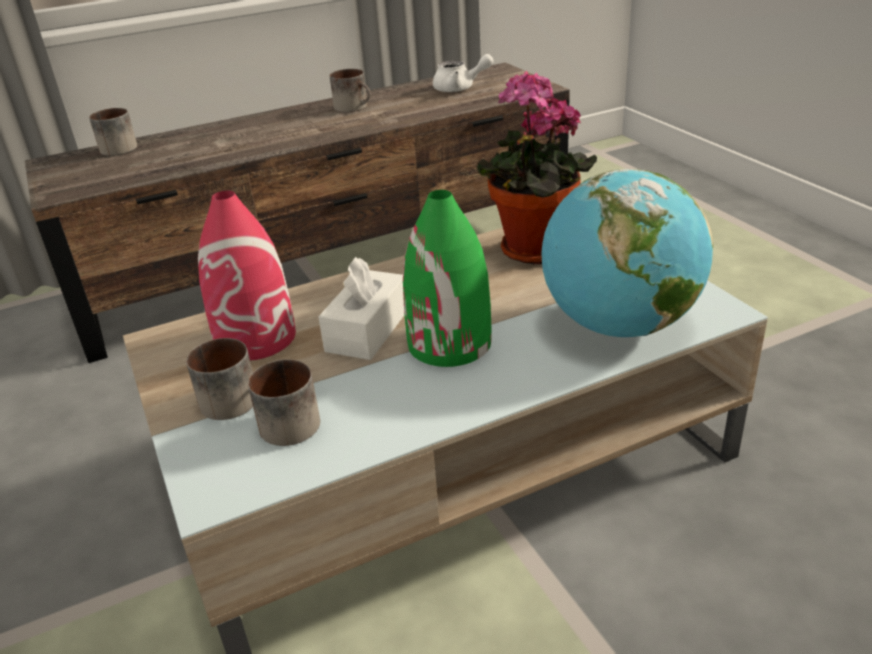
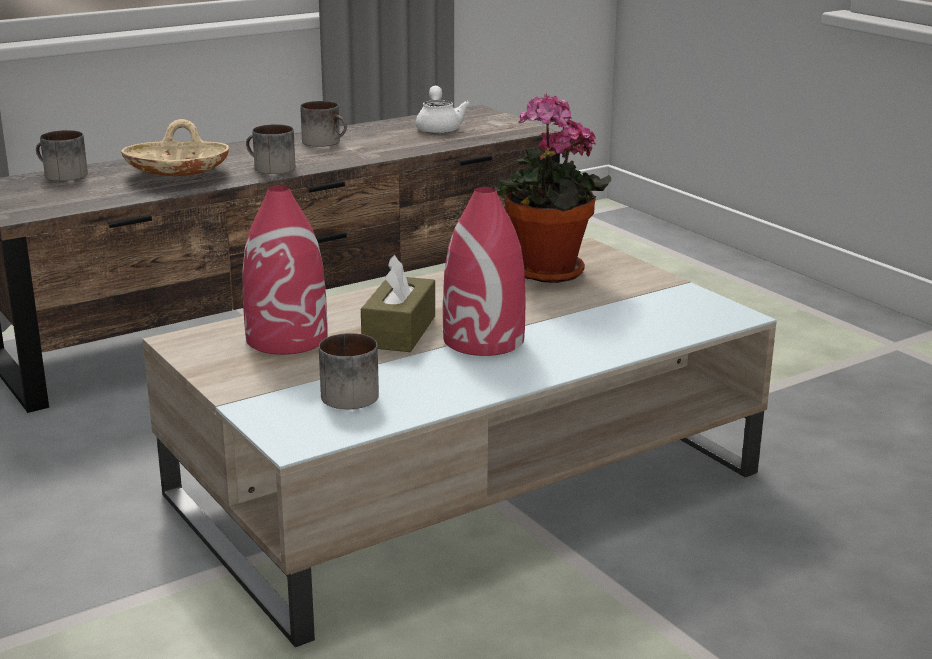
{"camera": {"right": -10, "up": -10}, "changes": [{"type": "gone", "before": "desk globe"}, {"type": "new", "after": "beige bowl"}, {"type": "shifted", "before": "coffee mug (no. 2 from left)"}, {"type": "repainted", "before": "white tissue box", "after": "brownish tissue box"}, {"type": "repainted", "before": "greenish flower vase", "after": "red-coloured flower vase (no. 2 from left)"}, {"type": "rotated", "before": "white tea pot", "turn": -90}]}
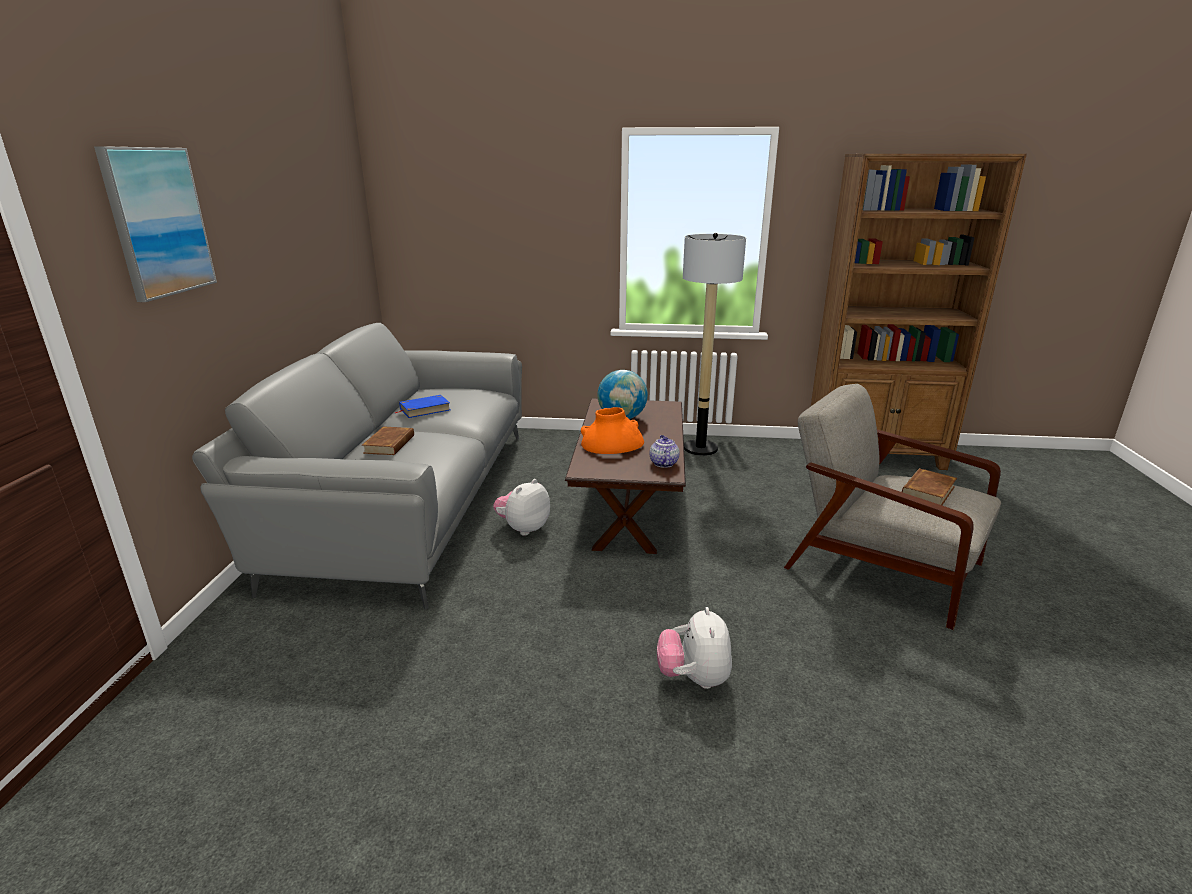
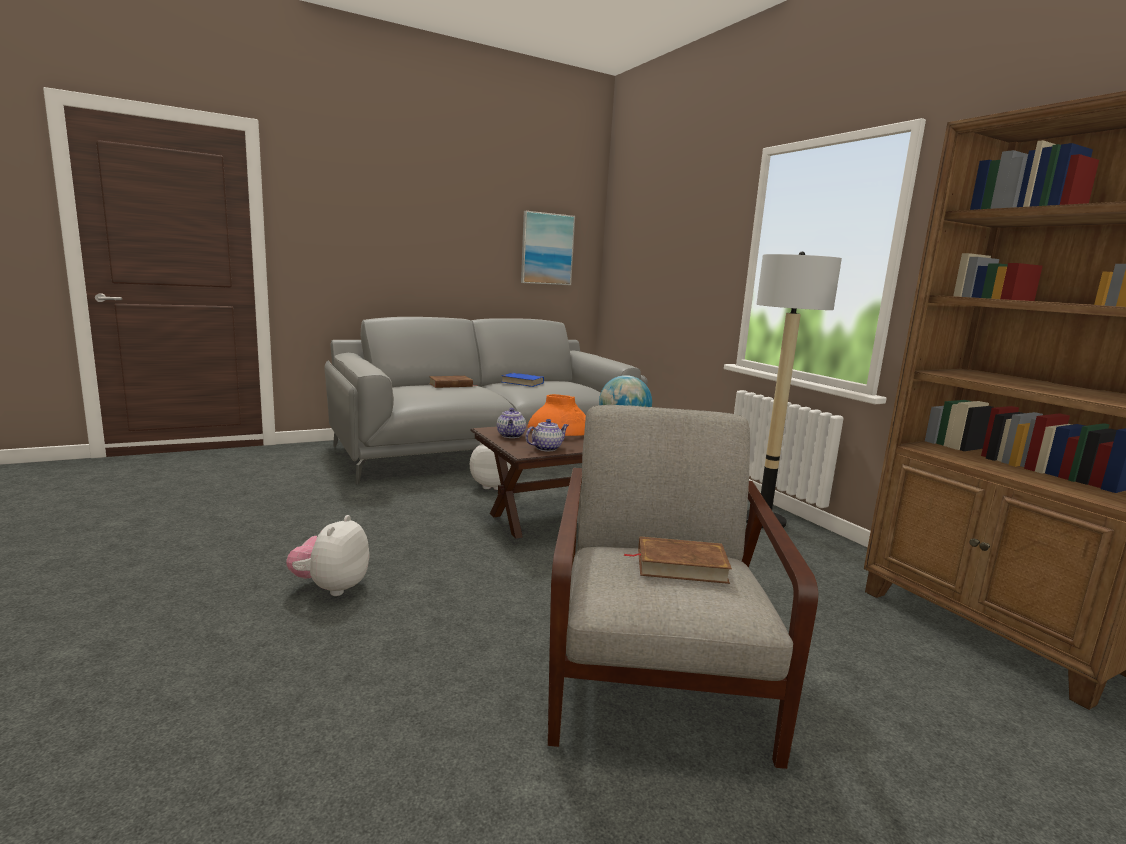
{"camera": {"right": 55, "up": -10}, "changes": [{"type": "new", "after": "tea pot (no. 1 from left)"}, {"type": "shifted", "before": "picture"}, {"type": "rotated", "before": "cuddly toy (no. 2 from left in the first image)", "turn": -45}]}
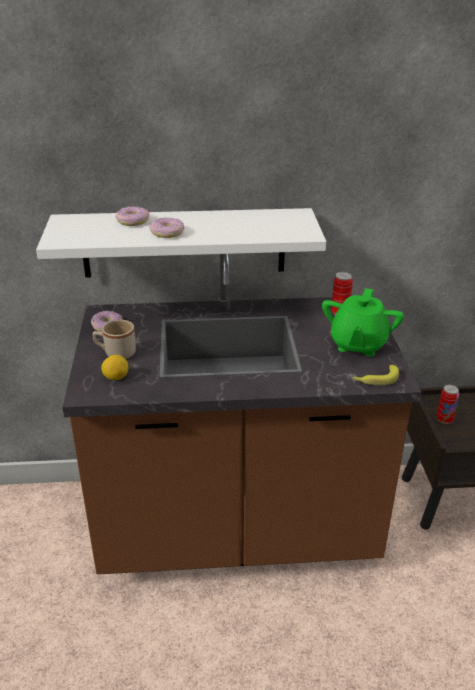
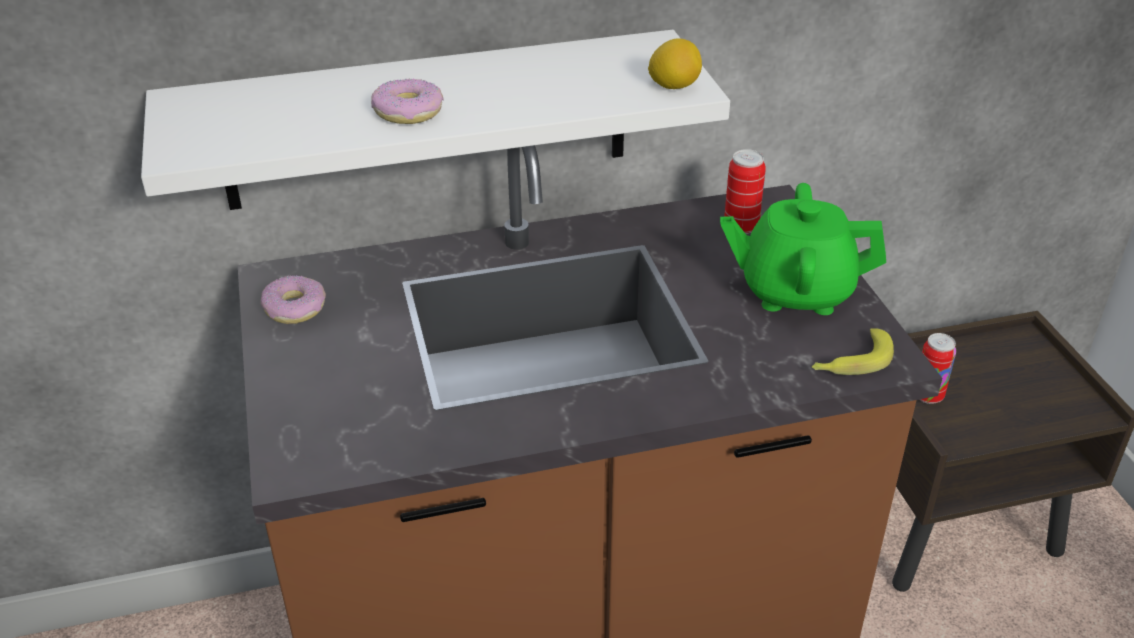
{"camera": {"right": -10, "up": 5}, "changes": [{"type": "gone", "before": "beige coffee mug"}, {"type": "gone", "before": "donut (no. 2 from left)"}, {"type": "shifted", "before": "lemon"}, {"type": "rotated", "before": "greenish tea pot", "turn": 90}]}
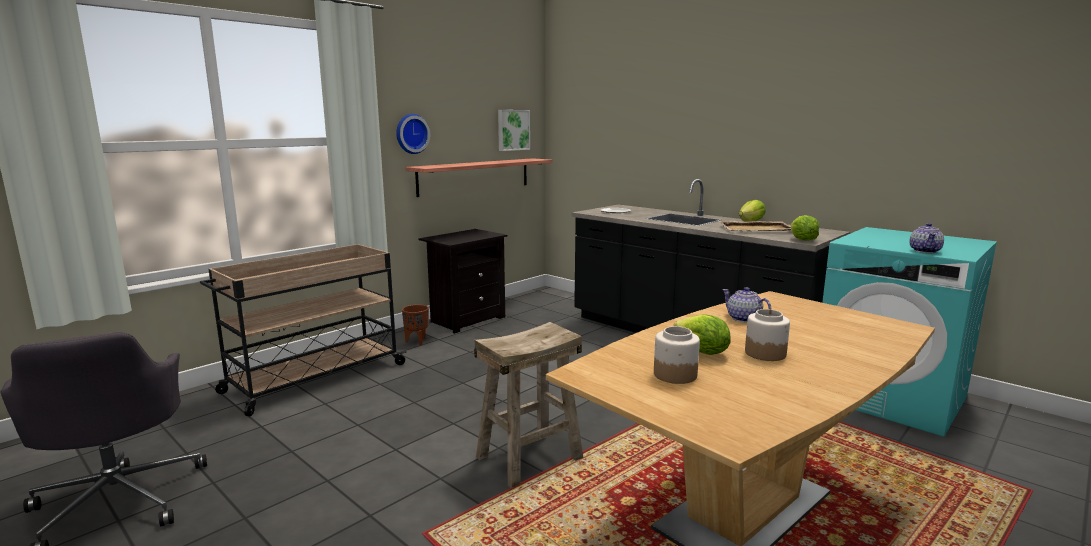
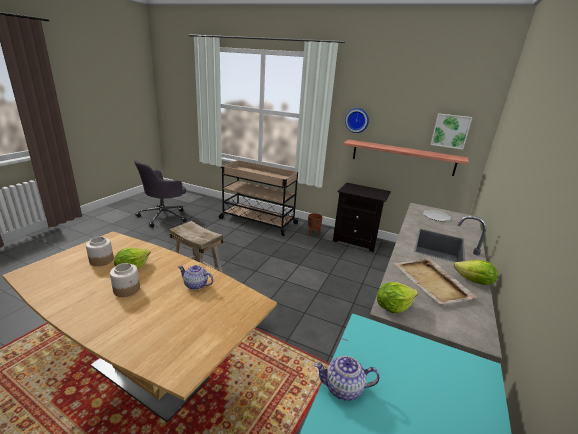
{"camera": {"right": 70, "up": 10}, "changes": [{"type": "rotated", "before": "tea pot (no. 1 from left)", "turn": -105}]}
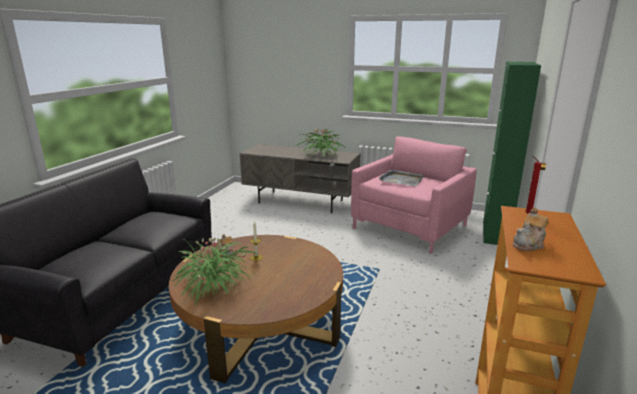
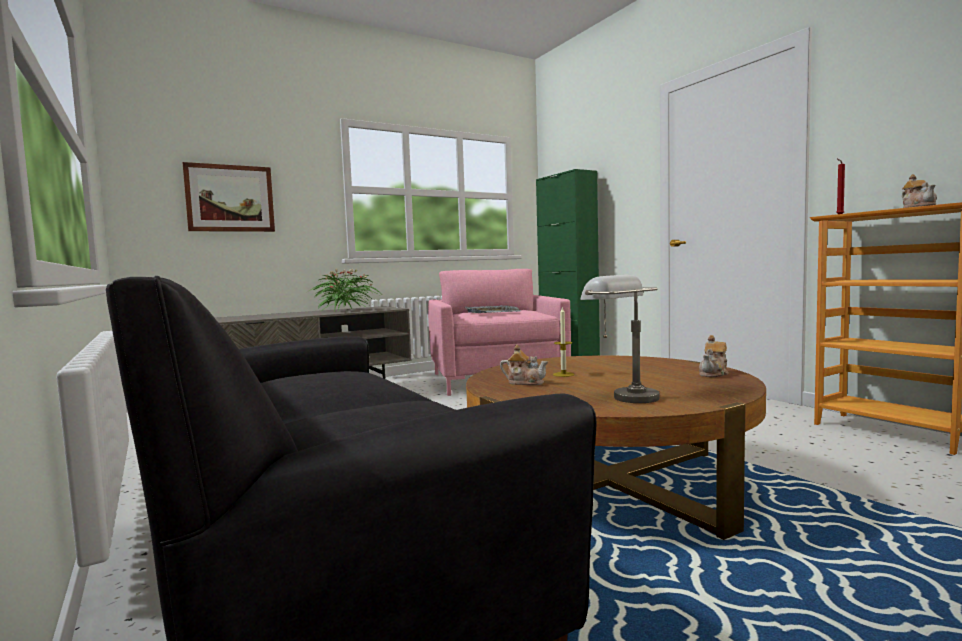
{"camera": {"right": -50, "up": -15}, "changes": [{"type": "new", "after": "picture"}, {"type": "new", "after": "tea pot (no. 2 from left)"}, {"type": "swapped", "before": "plant in a pot (no. 1 from left)", "after": "greyish tabletop lamp"}]}
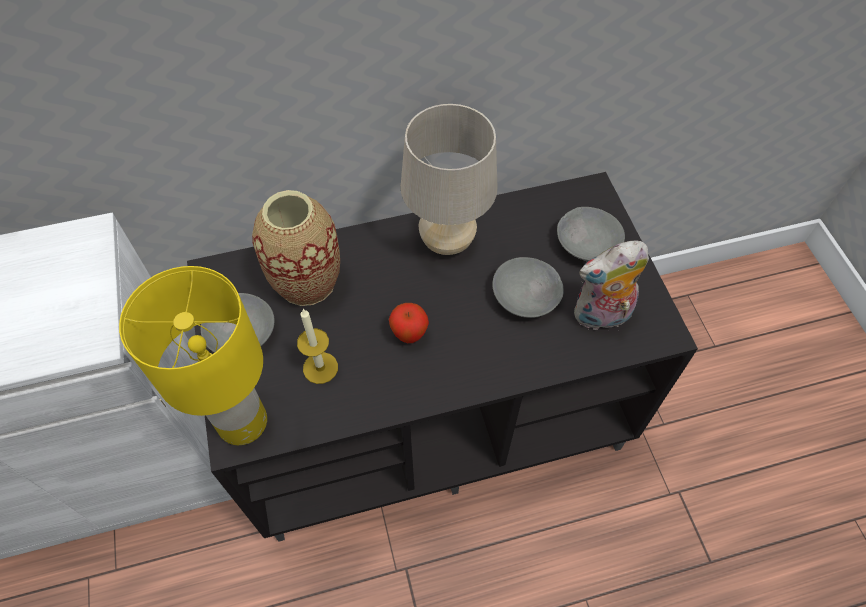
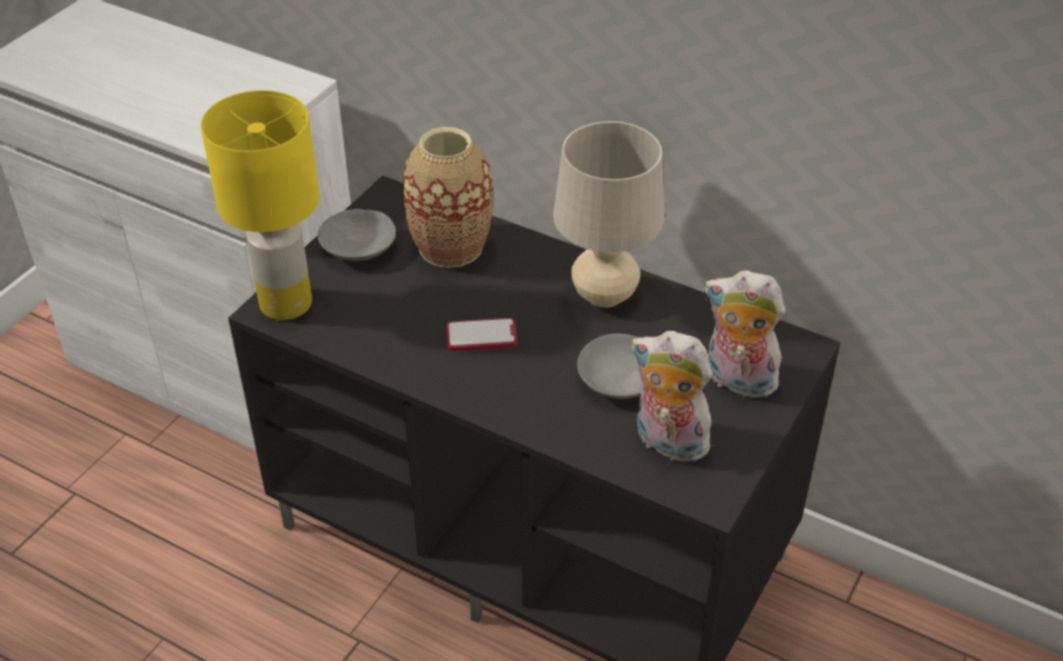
{"camera": {"right": 45, "up": -15}, "changes": [{"type": "gone", "before": "candle"}, {"type": "swapped", "before": "whole apple", "after": "handset"}, {"type": "swapped", "before": "greyish bowl (no. 3 from left)", "after": "cuddly toy (no. 2 from left)"}]}
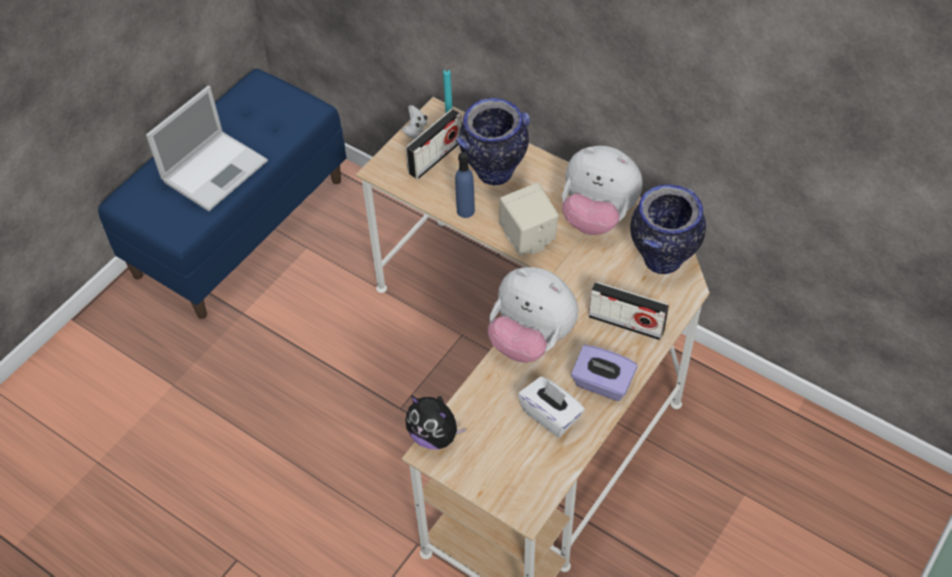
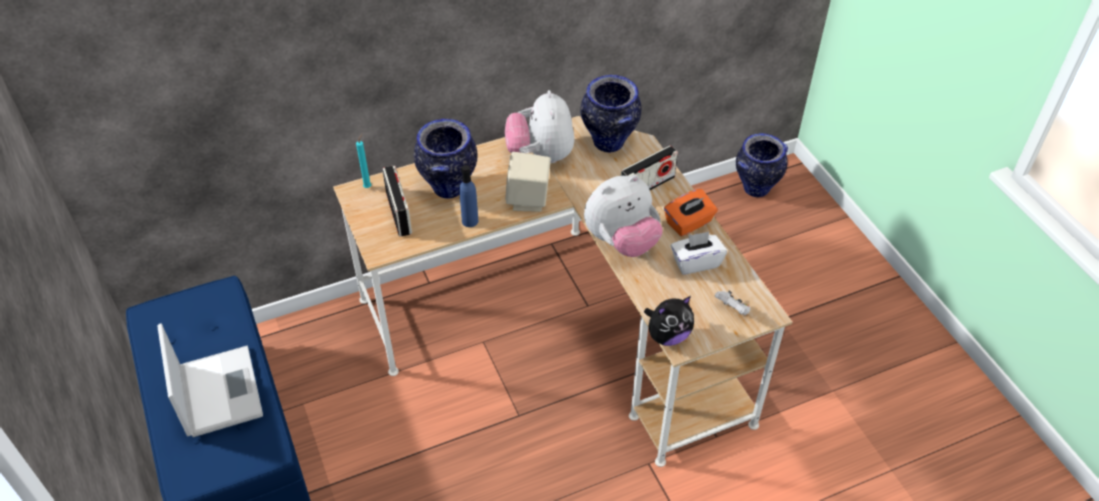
{"camera": {"right": -60, "up": -5}, "changes": [{"type": "new", "after": "flower vase (no. 3 from left)"}, {"type": "shifted", "before": "white joypad"}, {"type": "repainted", "before": "purple-coloured tissue box", "after": "orange tissue box"}, {"type": "rotated", "before": "cuddly toy (no. 3 from left in the first image)", "turn": 120}]}
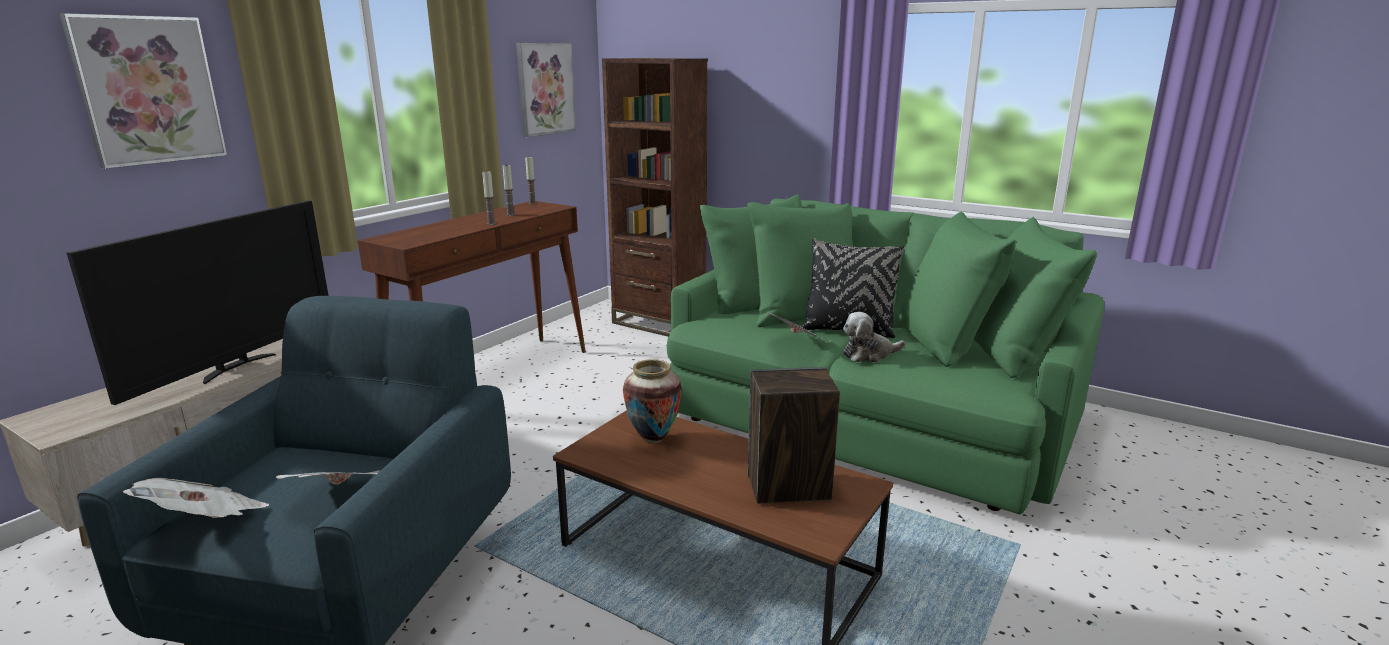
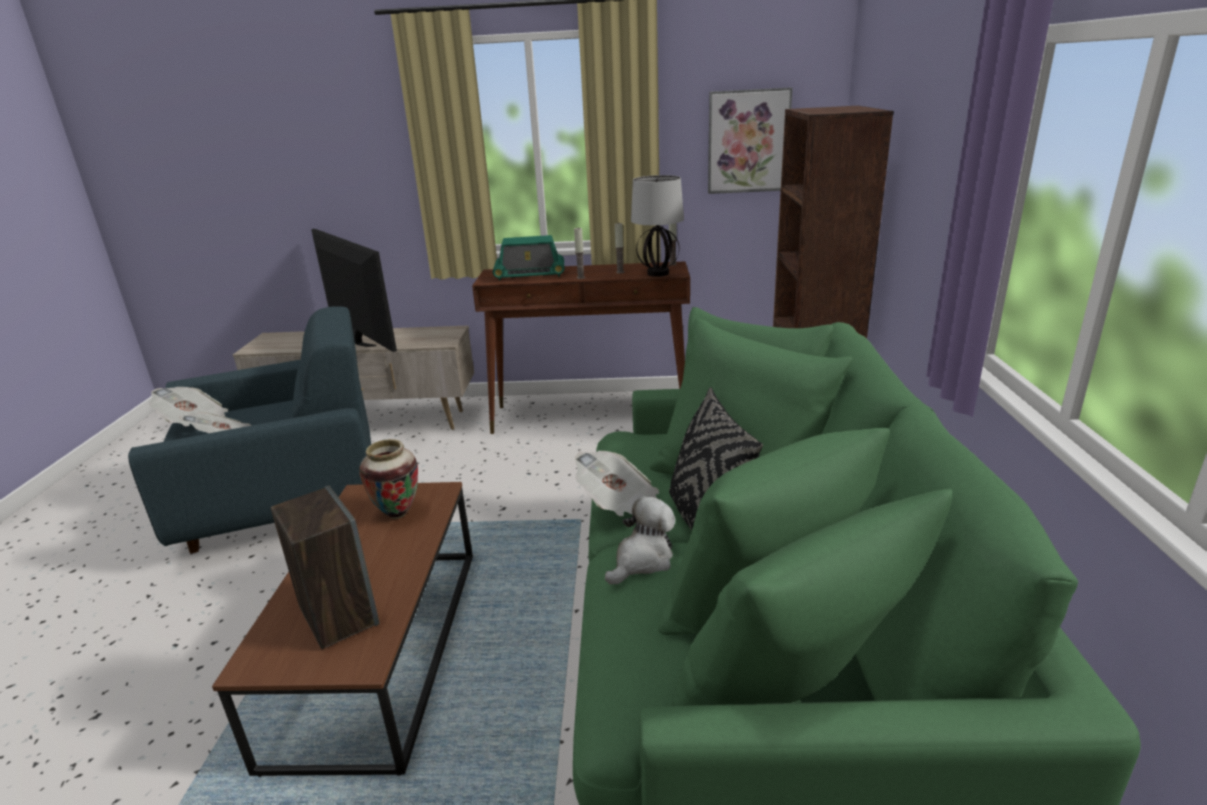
{"camera": {"right": 60, "up": 5}, "changes": [{"type": "gone", "before": "picture (no. 1 from left)"}, {"type": "new", "after": "radio receiver"}, {"type": "new", "after": "tabletop lamp"}, {"type": "rotated", "before": "TV", "turn": -120}, {"type": "rotated", "before": "cuddly toy", "turn": 90}]}
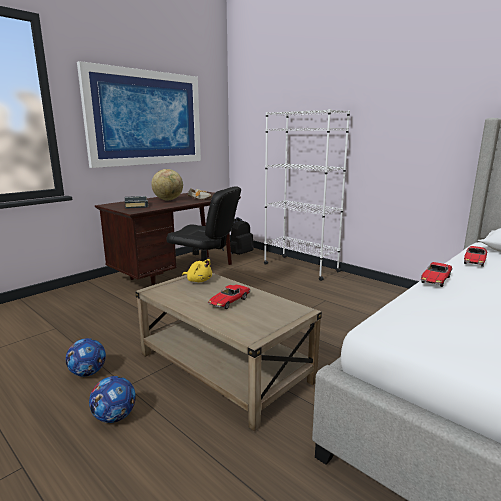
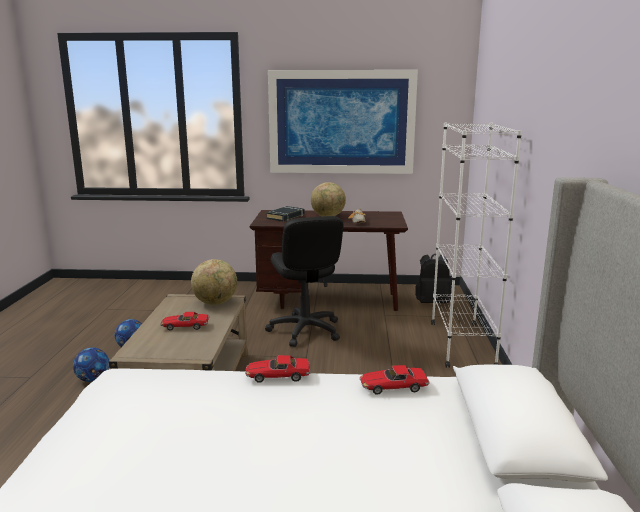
{"camera": {"right": 50, "up": 0}, "changes": [{"type": "swapped", "before": "yellowish cuddly toy", "after": "desk globe (no. 1 from left)"}]}
